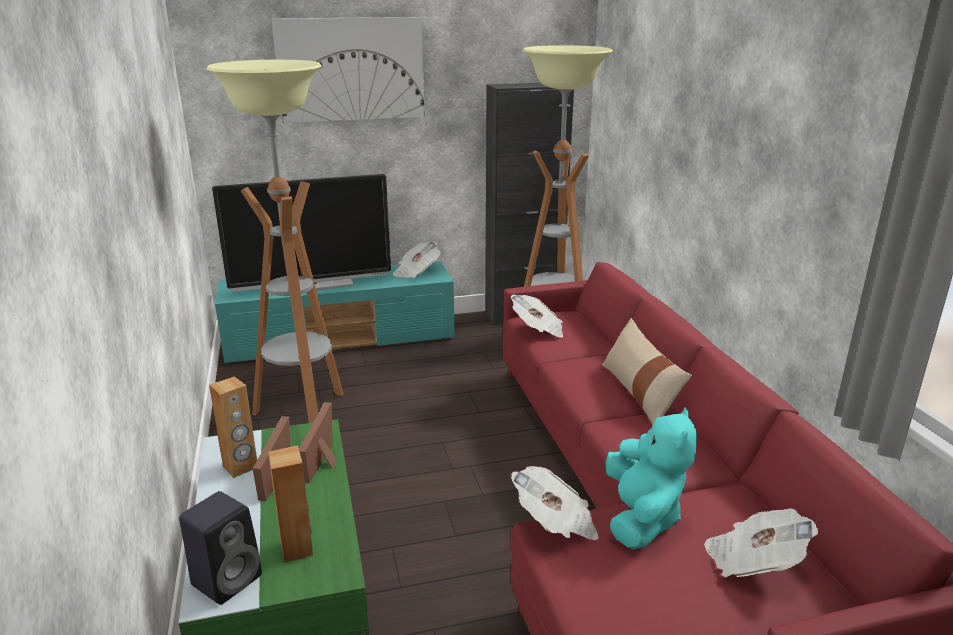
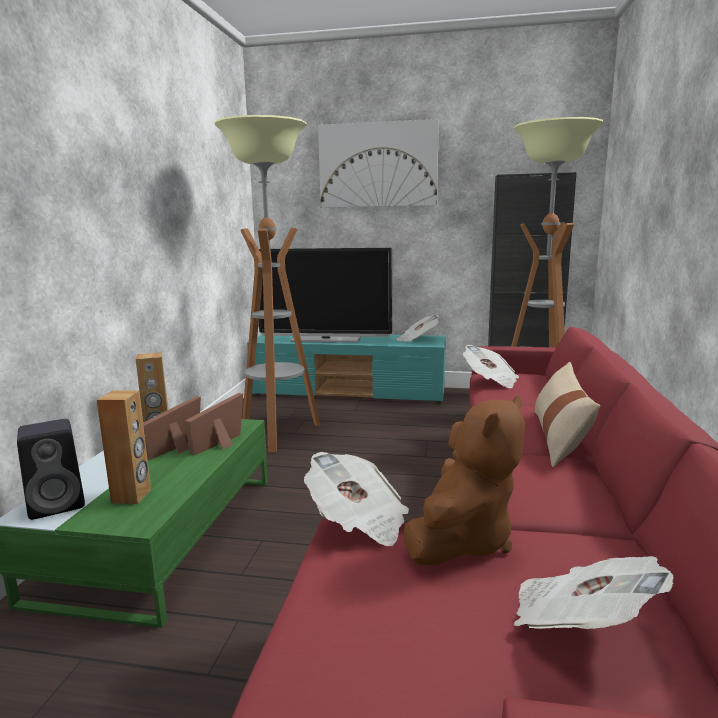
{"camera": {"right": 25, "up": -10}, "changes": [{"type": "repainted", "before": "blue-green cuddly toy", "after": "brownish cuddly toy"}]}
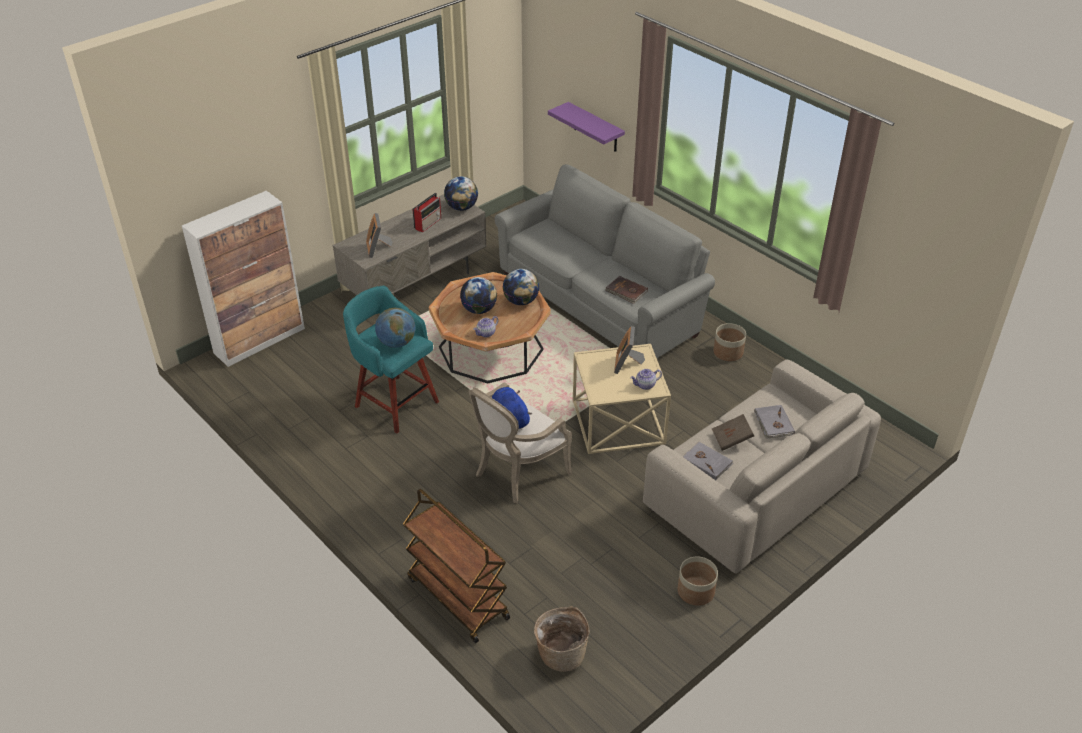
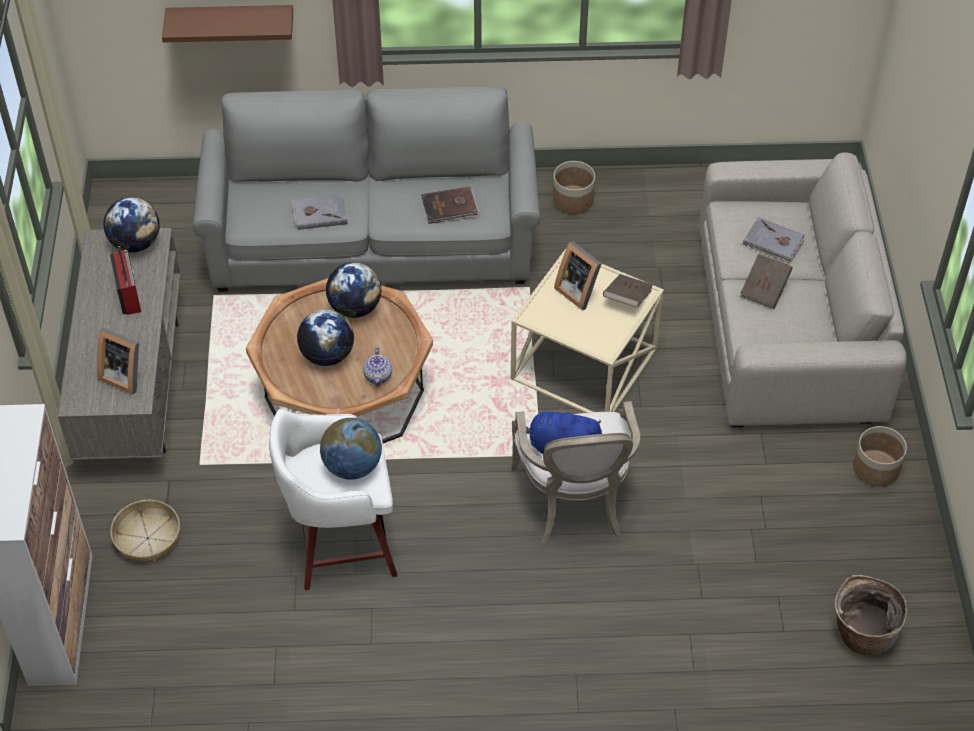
{"camera": {"right": -50, "up": 10}, "changes": [{"type": "gone", "before": "brownish trolley"}, {"type": "new", "after": "household basket (no. 1 from left)"}, {"type": "shifted", "before": "greyish book (no. 1 from left)"}, {"type": "swapped", "before": "tea pot (no. 2 from left)", "after": "brownish book (no. 2 from left)"}, {"type": "repainted", "before": "blue-green stool seat", "after": "white stool seat"}, {"type": "repainted", "before": "purple-coloured shelf", "after": "brownish shelf"}]}
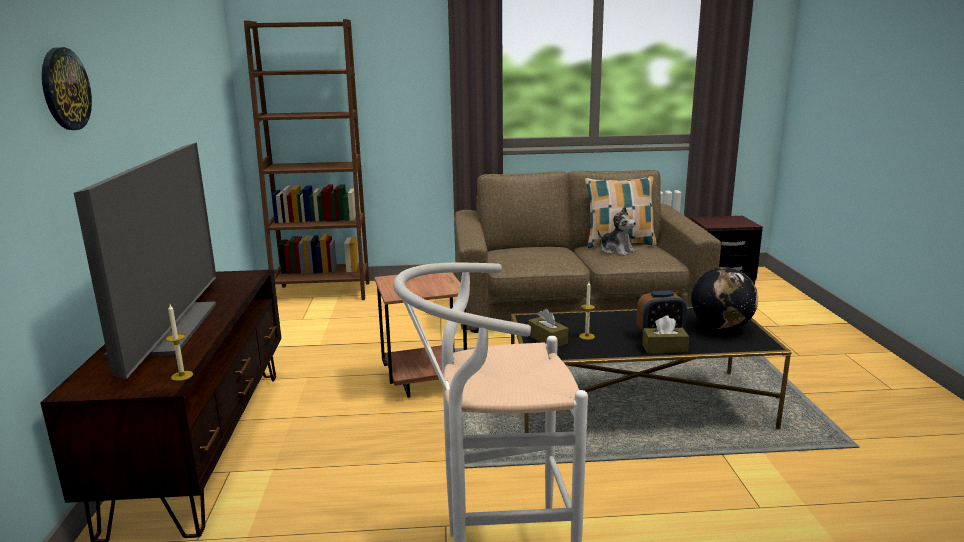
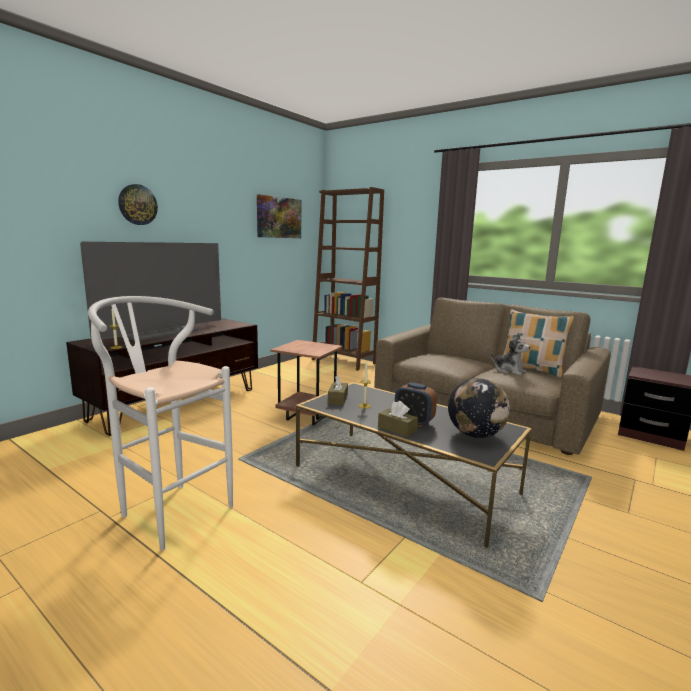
{"camera": {"right": 40, "up": -5}, "changes": [{"type": "new", "after": "picture"}, {"type": "rotated", "before": "cuddly toy", "turn": -45}]}
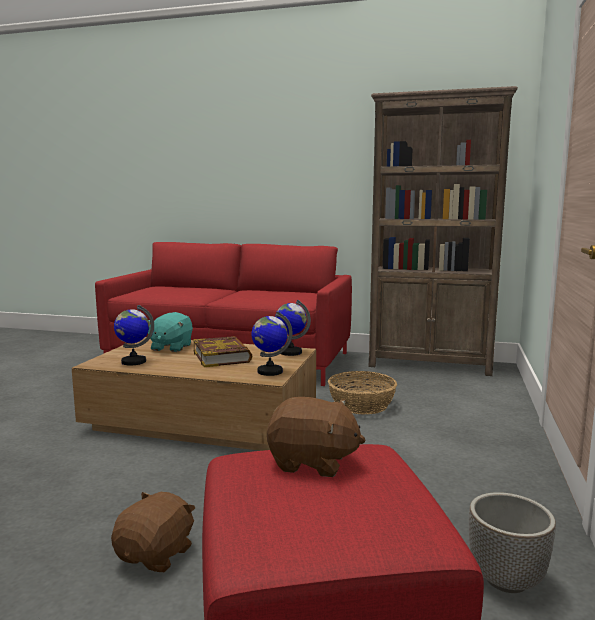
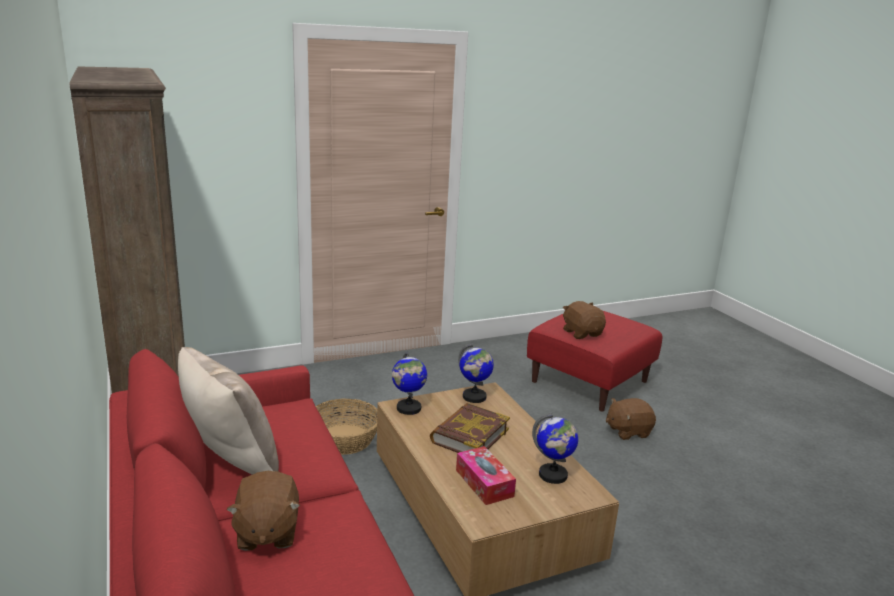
{"camera": {"right": -130, "up": 10}, "changes": [{"type": "gone", "before": "planter"}, {"type": "new", "after": "beige throw pillow"}, {"type": "new", "after": "brownish cuddly toy (no. 1 from left)"}, {"type": "swapped", "before": "blue-green cuddly toy", "after": "tissue box"}]}
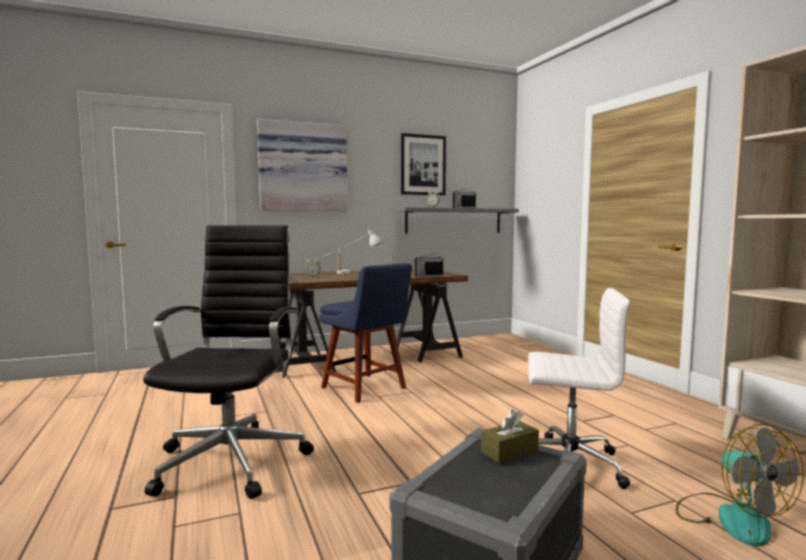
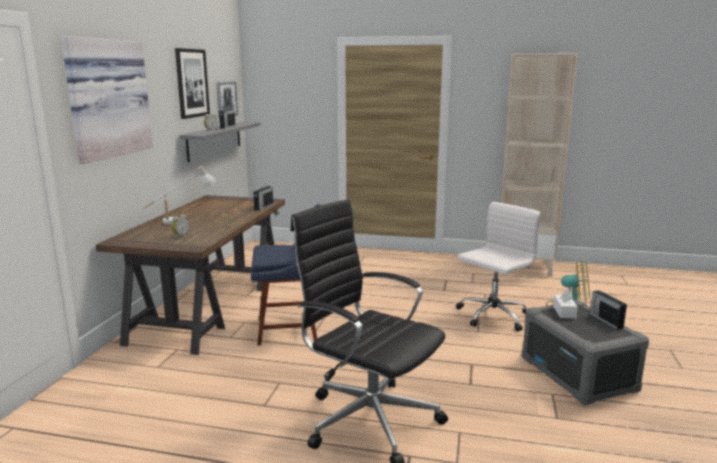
{"camera": {"right": -55, "up": 10}, "changes": [{"type": "new", "after": "picture (no. 3 from left)"}, {"type": "new", "after": "radio receiver (no. 3 from left)"}, {"type": "repainted", "before": "brownish tissue box", "after": "white tissue box"}]}
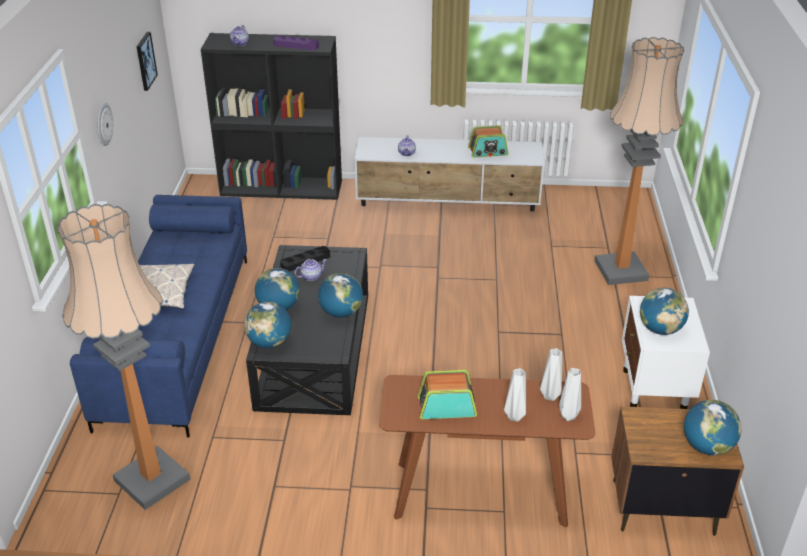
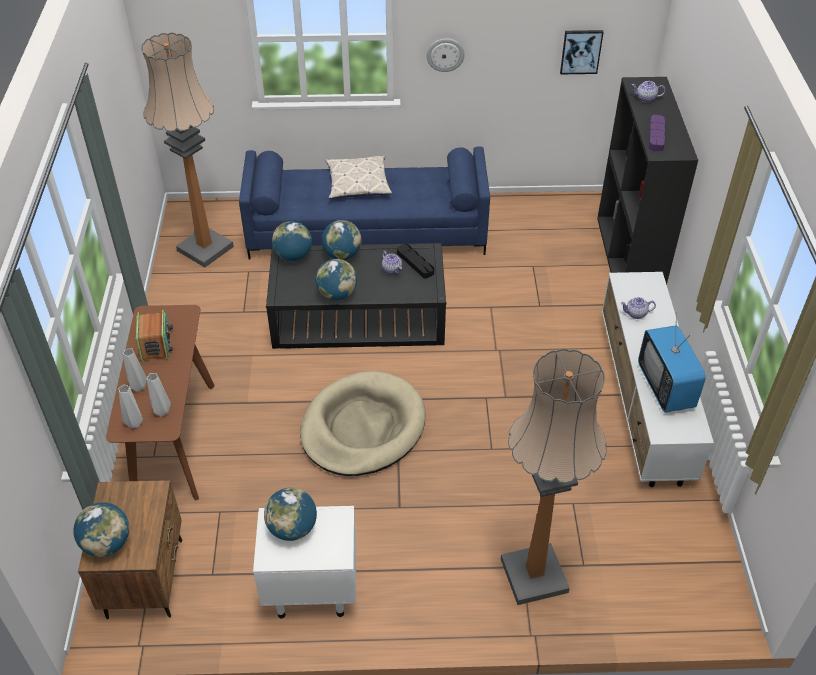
{"camera": {"right": 85, "up": 10}, "changes": [{"type": "new", "after": "beige dog cushion"}, {"type": "swapped", "before": "radio receiver (no. 2 from left)", "after": "TV"}]}
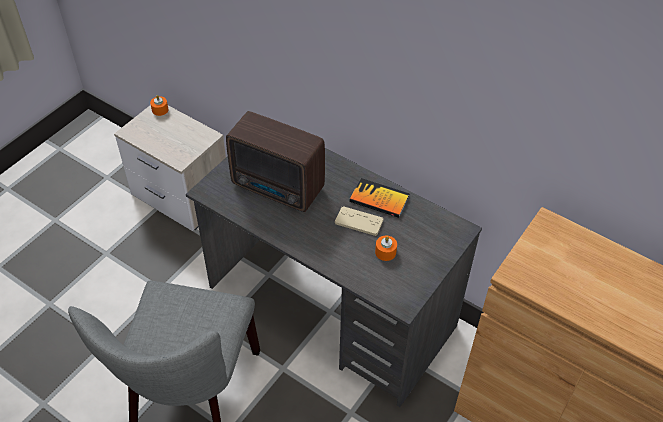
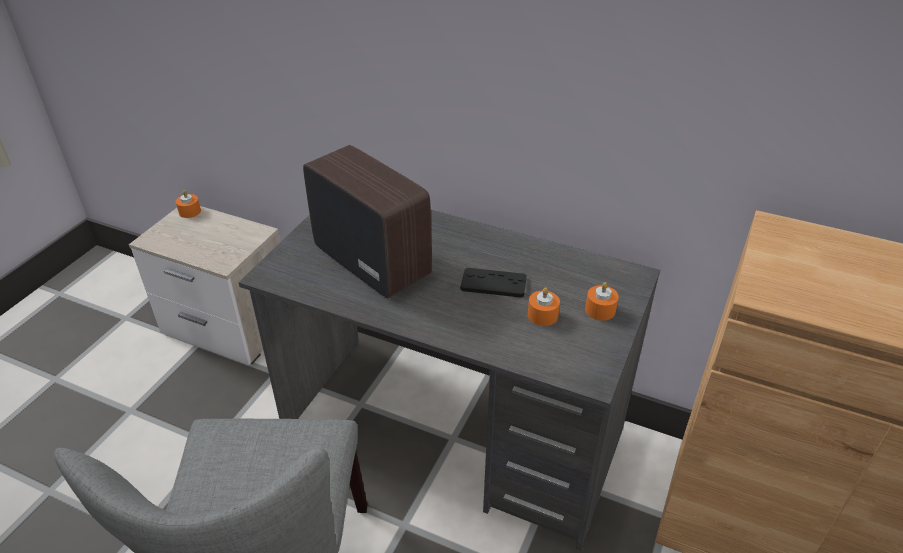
{"camera": {"right": -10, "up": -10}, "changes": [{"type": "gone", "before": "book"}, {"type": "new", "after": "orange candle (no. 3 from left)"}, {"type": "repainted", "before": "beige joypad", "after": "blackish joypad"}, {"type": "rotated", "before": "radio receiver", "turn": -150}]}
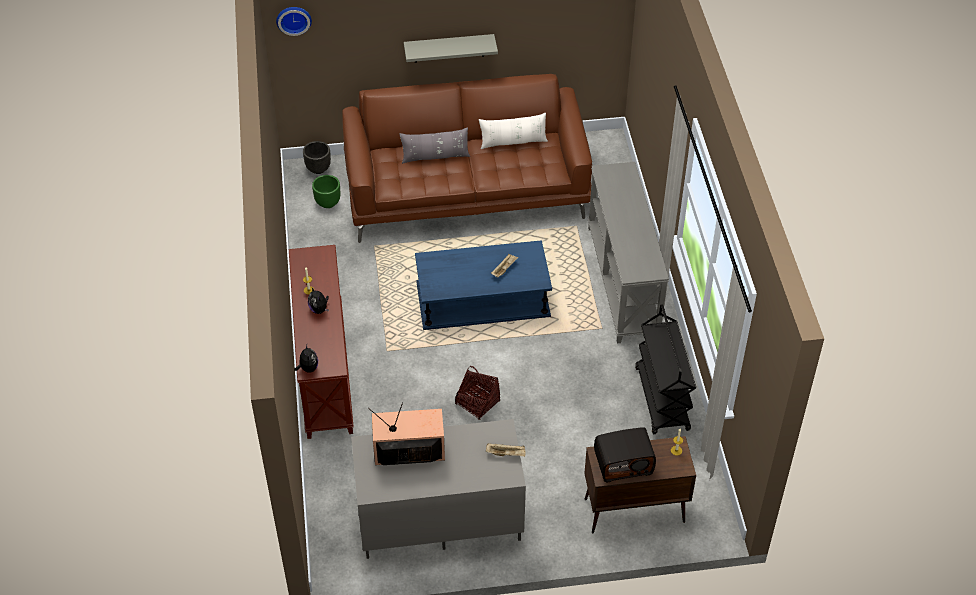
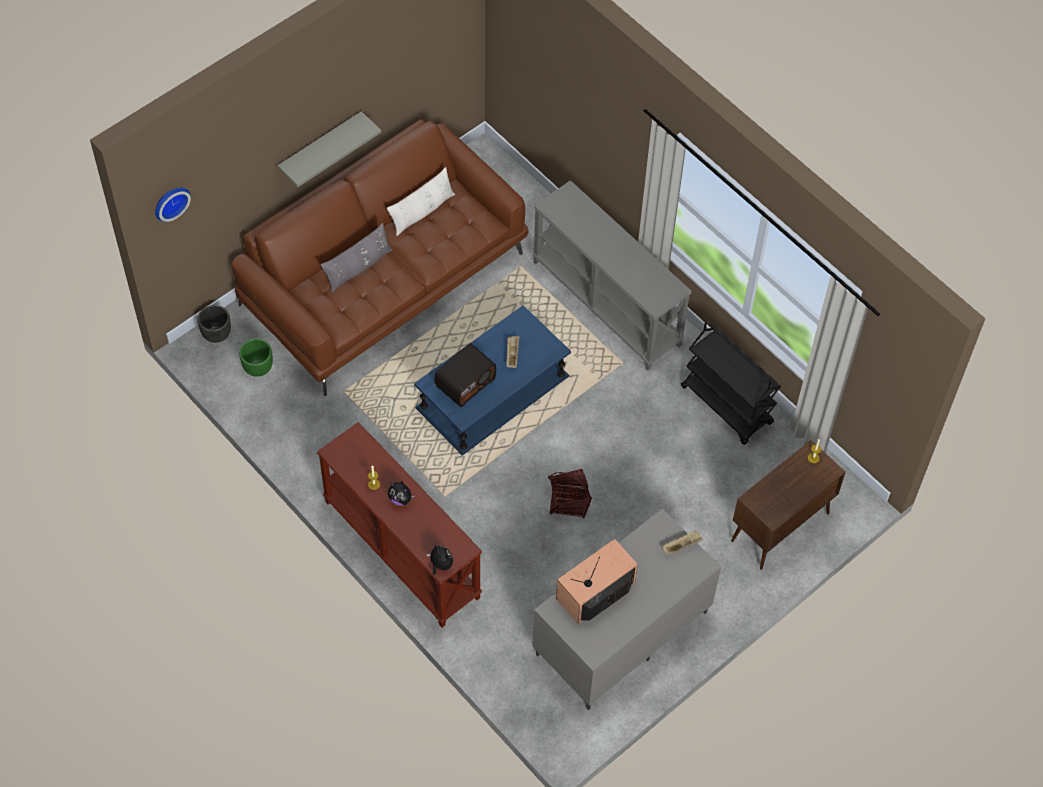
{"camera": {"right": -35, "up": 10}, "changes": [{"type": "shifted", "before": "radio receiver"}]}
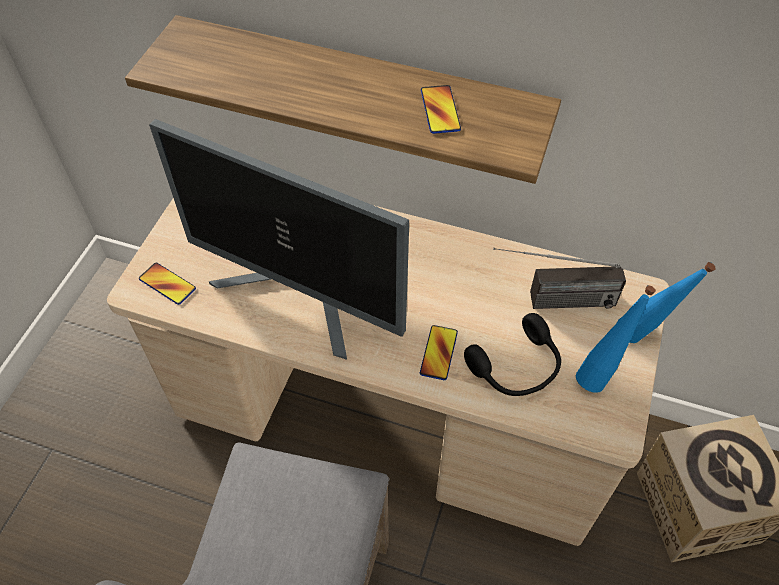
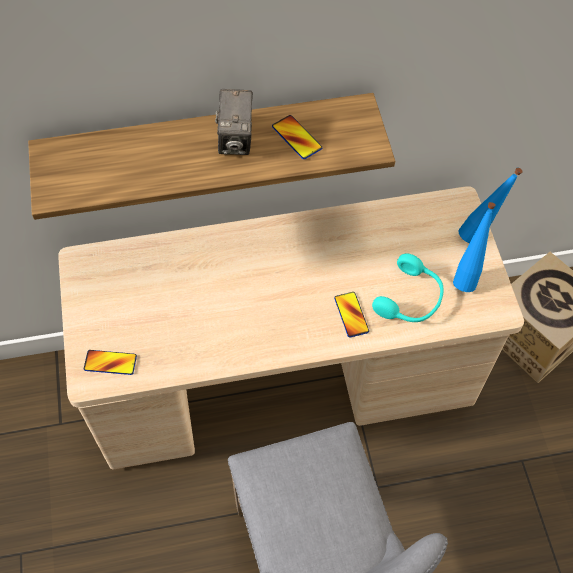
{"camera": {"right": -30, "up": 5}, "changes": [{"type": "gone", "before": "computer screen"}, {"type": "gone", "before": "radio receiver"}, {"type": "new", "after": "photo camera"}, {"type": "repainted", "before": "blackish headset", "after": "blue-green headset"}]}
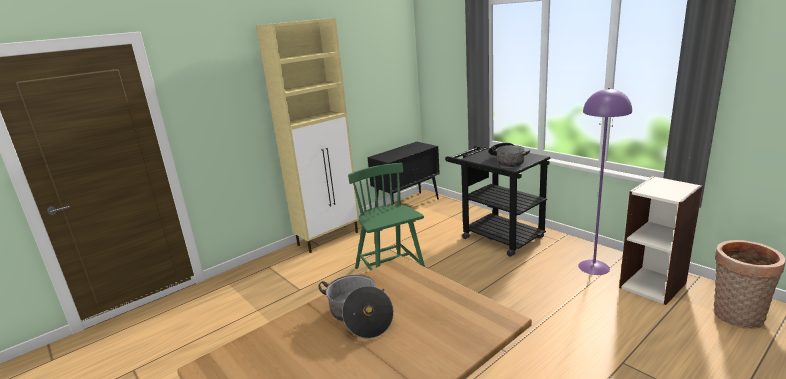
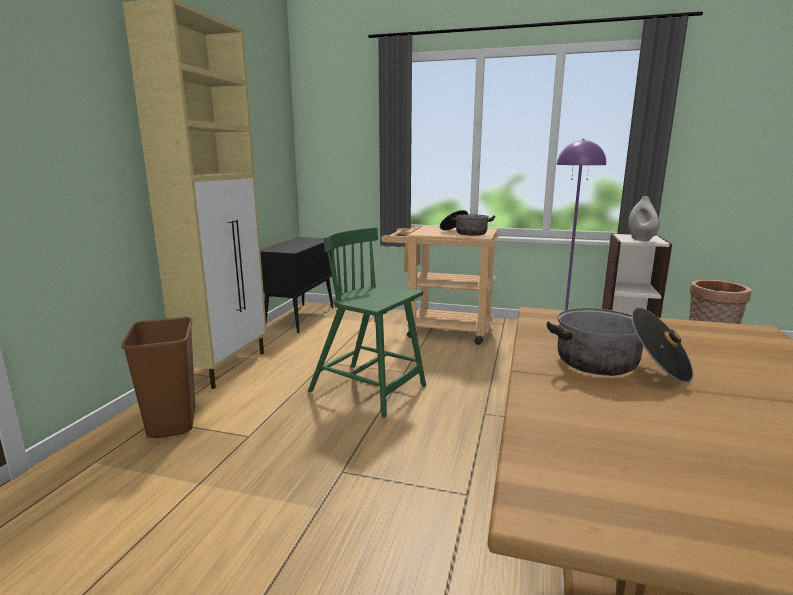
{"camera": {"right": -35, "up": -5}, "changes": [{"type": "new", "after": "brownish trash can"}, {"type": "new", "after": "white flower vase"}, {"type": "repainted", "before": "blackish trolley", "after": "beige trolley"}]}
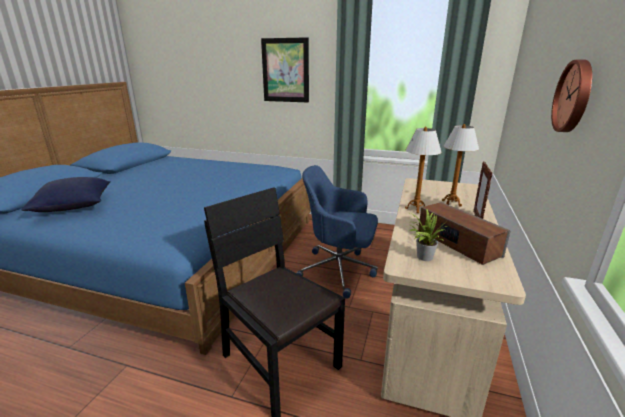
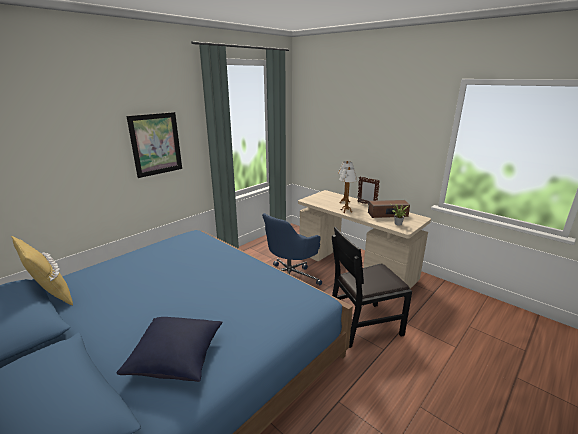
{"camera": {"right": -65, "up": 0}, "changes": [{"type": "gone", "before": "hanging clock"}, {"type": "new", "after": "yellowish throw pillow"}]}
